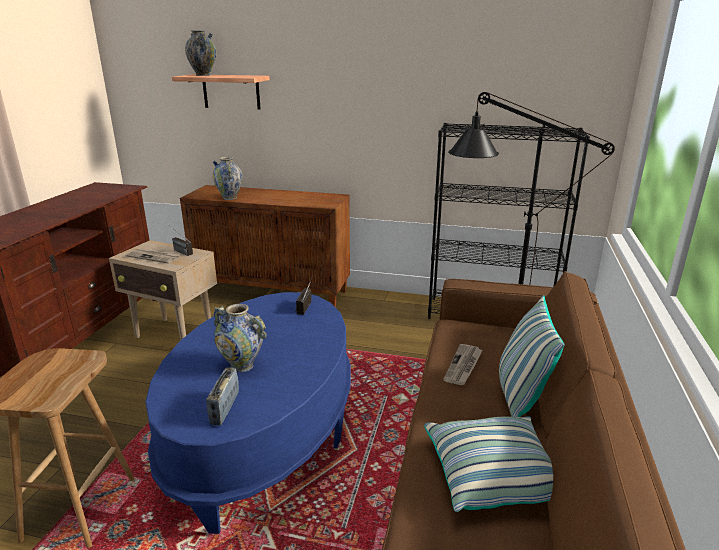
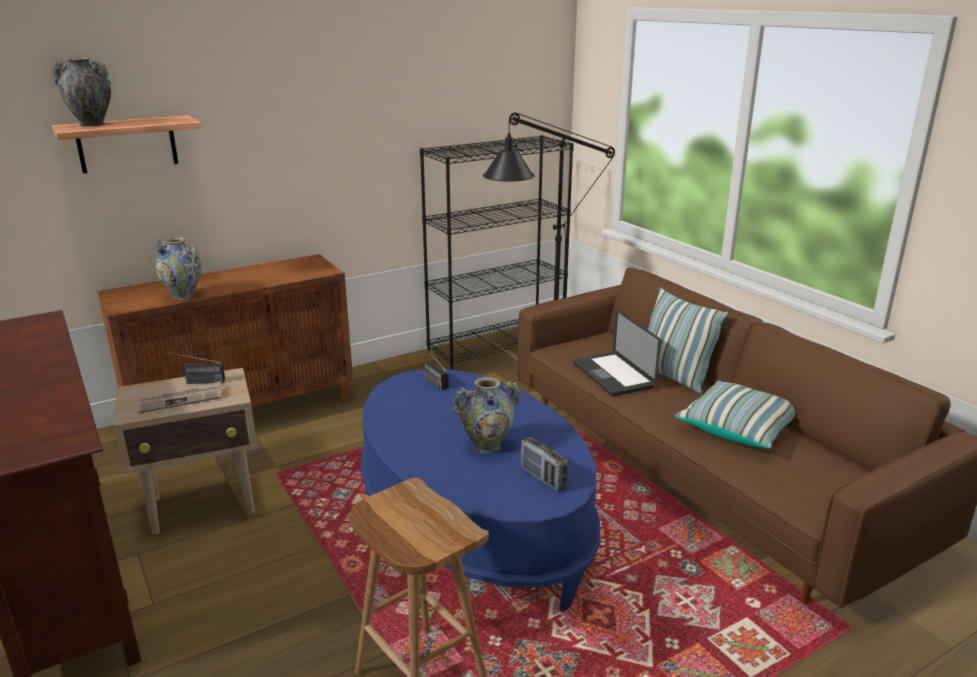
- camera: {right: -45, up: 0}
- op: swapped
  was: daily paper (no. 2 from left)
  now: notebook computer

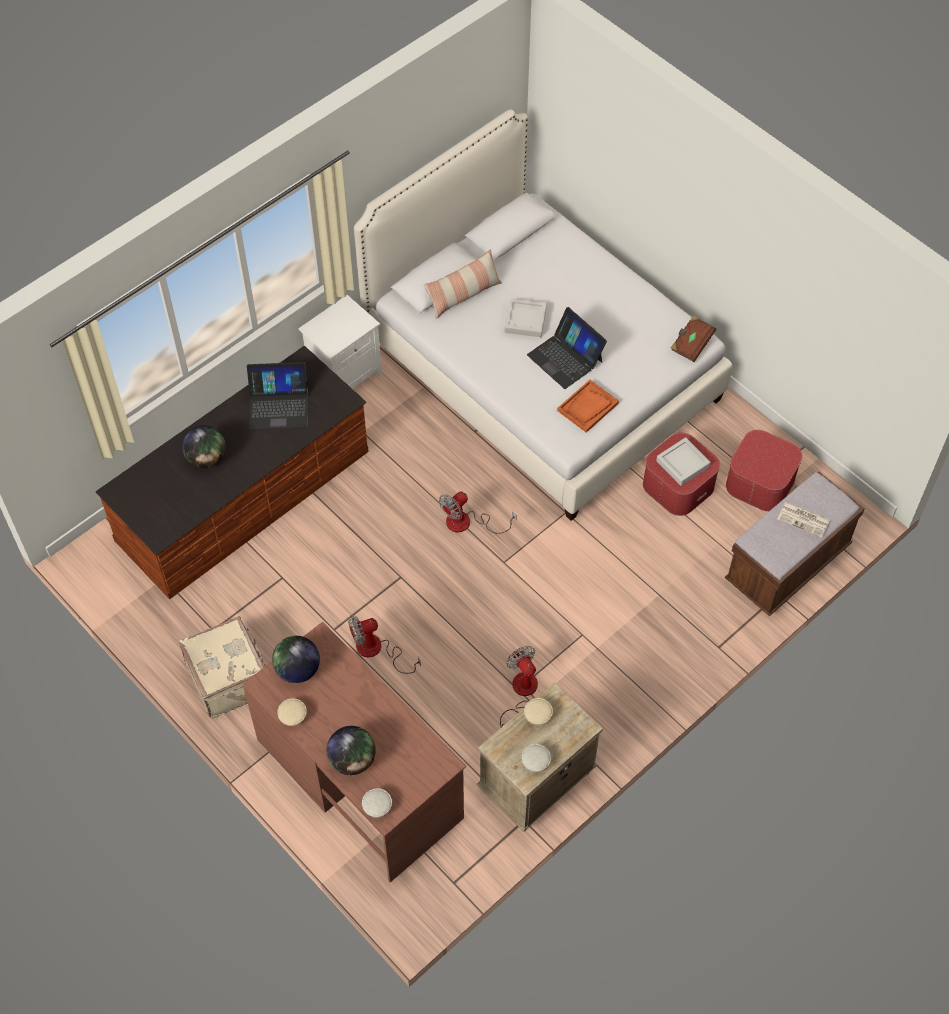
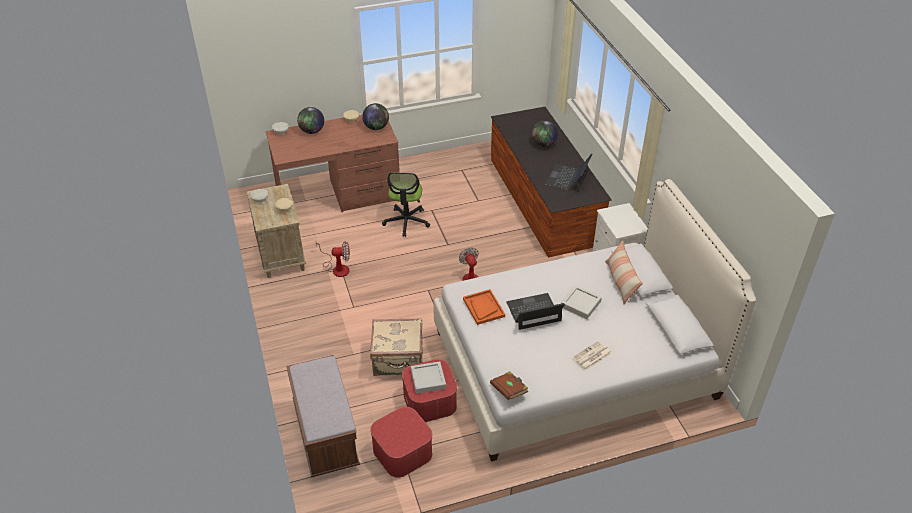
- camera: {right: 115, up: -15}
- op: shifted
  was: daily paper
- op: swapped
  was: electric fan (no. 1 from left)
  now: office chair
- op: shifted
  was: sand-coloured travel case

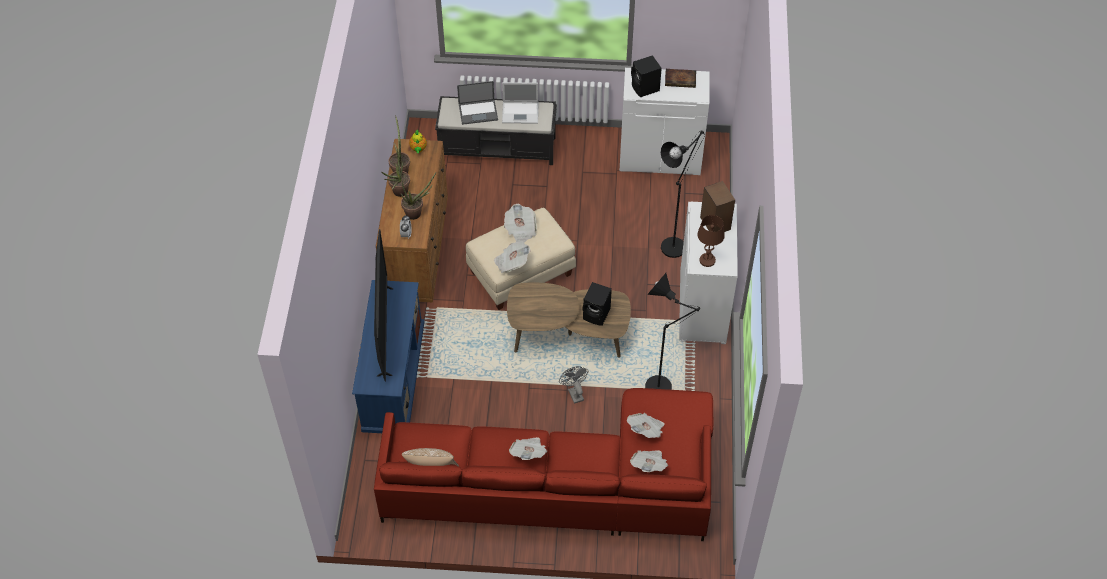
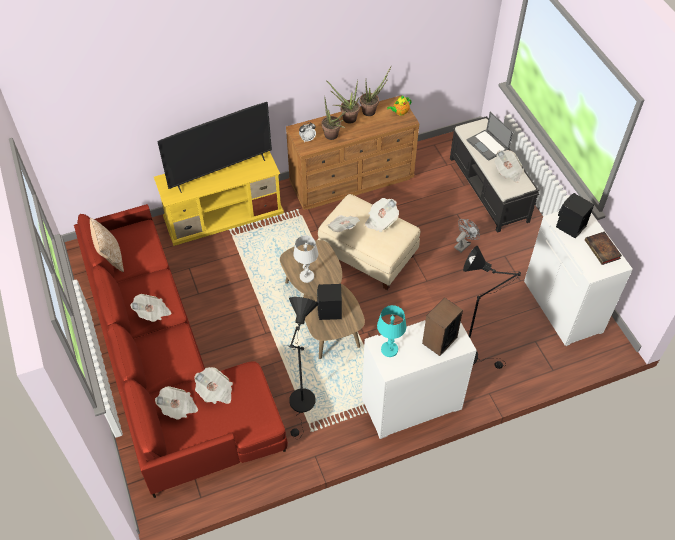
- camera: {right: 65, up: 0}
- op: swapped
  was: notebook computer (no. 2 from left)
  now: daily paper (no. 6 from left)
- op: repainted
  was: brown table lamp
  now: turquoise table lamp
- op: repainted
  was: blue tv stand
  now: yellowish tv stand
- op: shifted
  was: gray electric fan
- op: new
  now: white-coloured table lamp

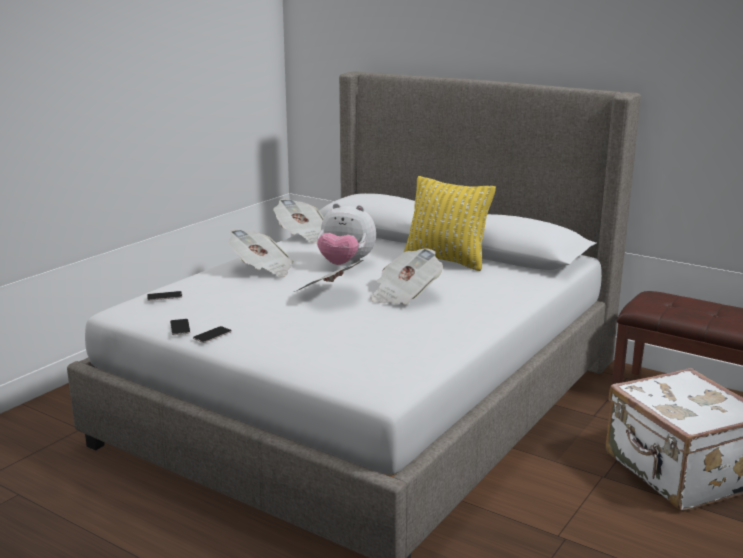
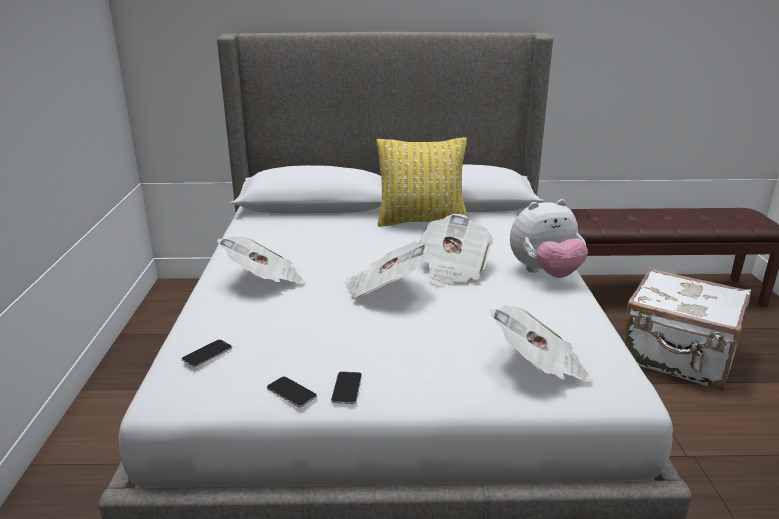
- camera: {right: -35, up: 5}
- op: shifted
  was: daily paper (no. 2 from left in the first image)
  now: daily paper (no. 4 from left)
- op: shifted
  was: plush toy

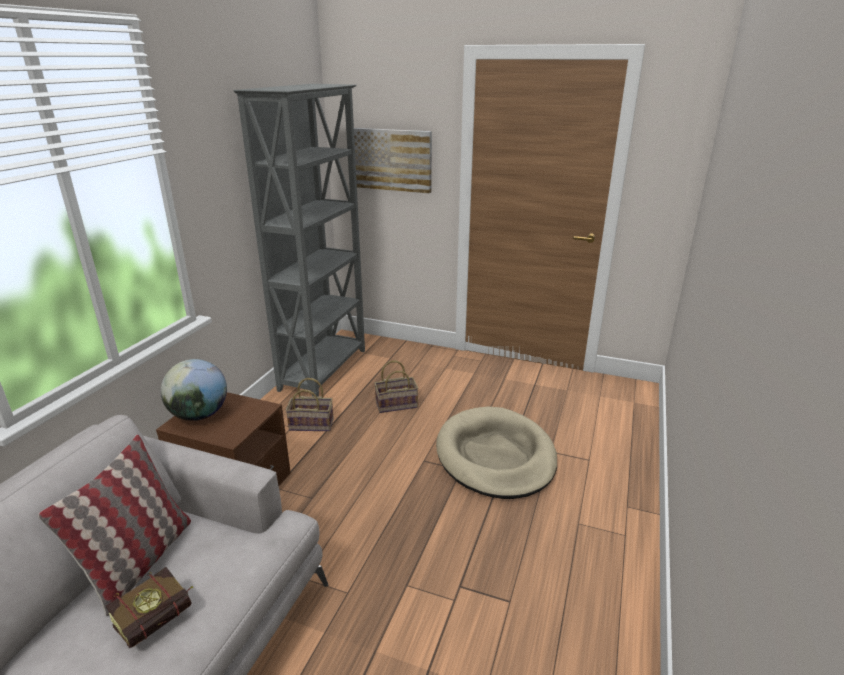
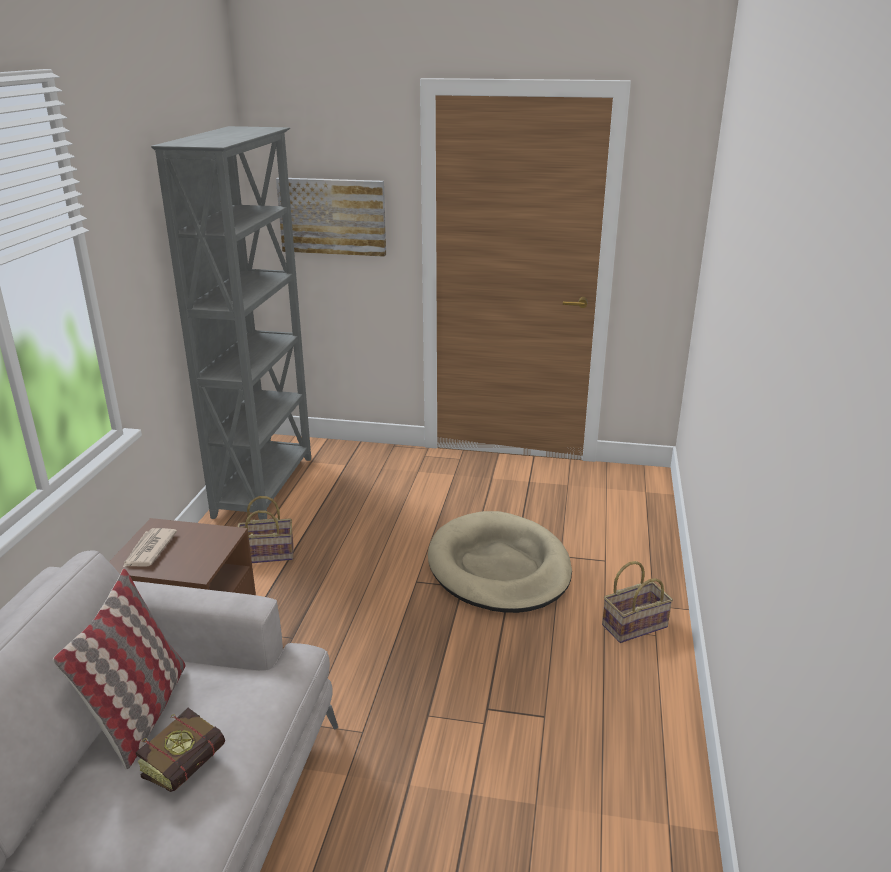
- camera: {right: -10, up: 0}
- op: swapped
  was: globe
  now: daily paper
- op: shifted
  was: basket (no. 2 from left)

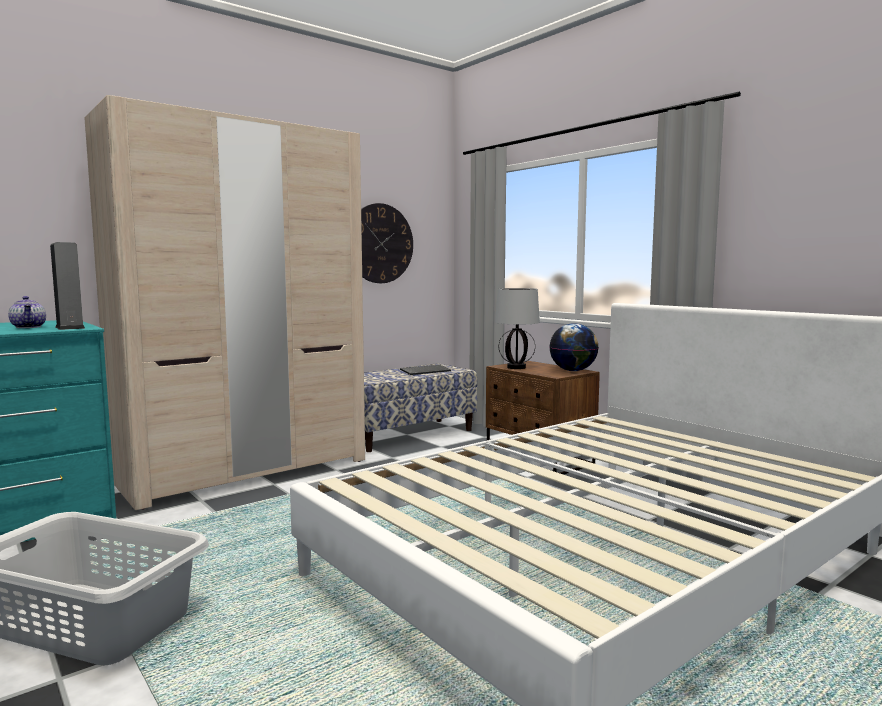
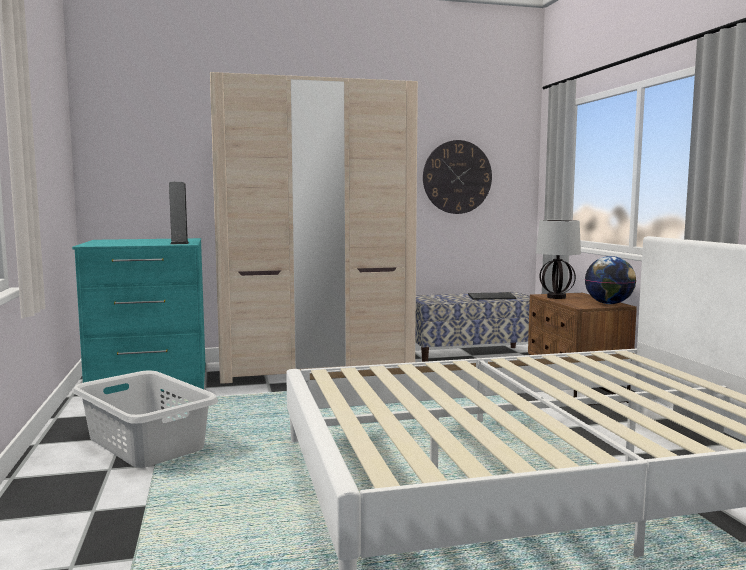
- camera: {right: 25, up: 0}
- op: gone
  was: teapot

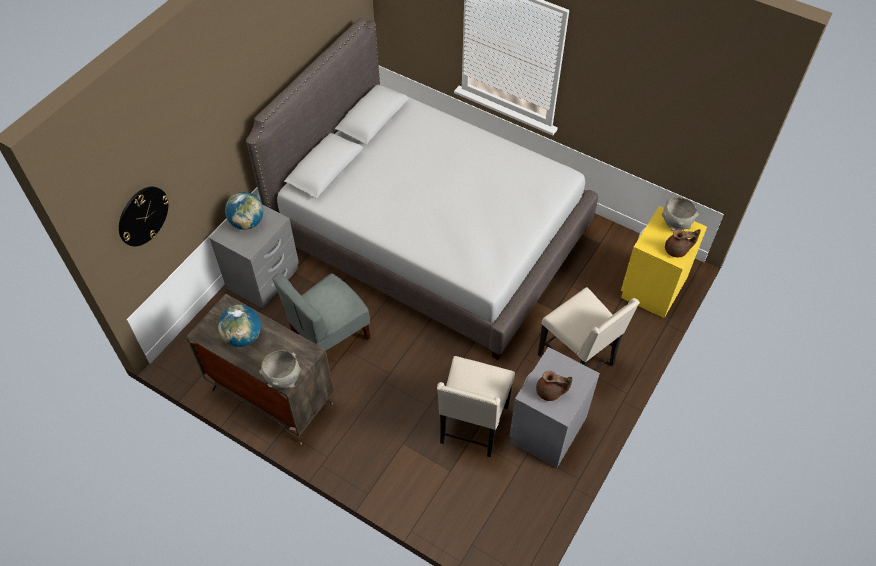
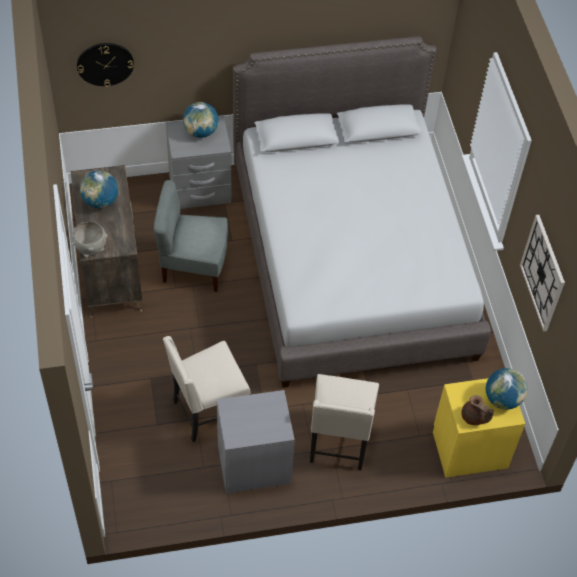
- camera: {right: 45, up: 0}
- op: swapped
  was: gray serving bowl (no. 2 from left)
  now: globe (no. 3 from left)
- op: gone
  was: brown teapot (no. 1 from left)
- op: new
  now: wall clock (no. 2 from left)

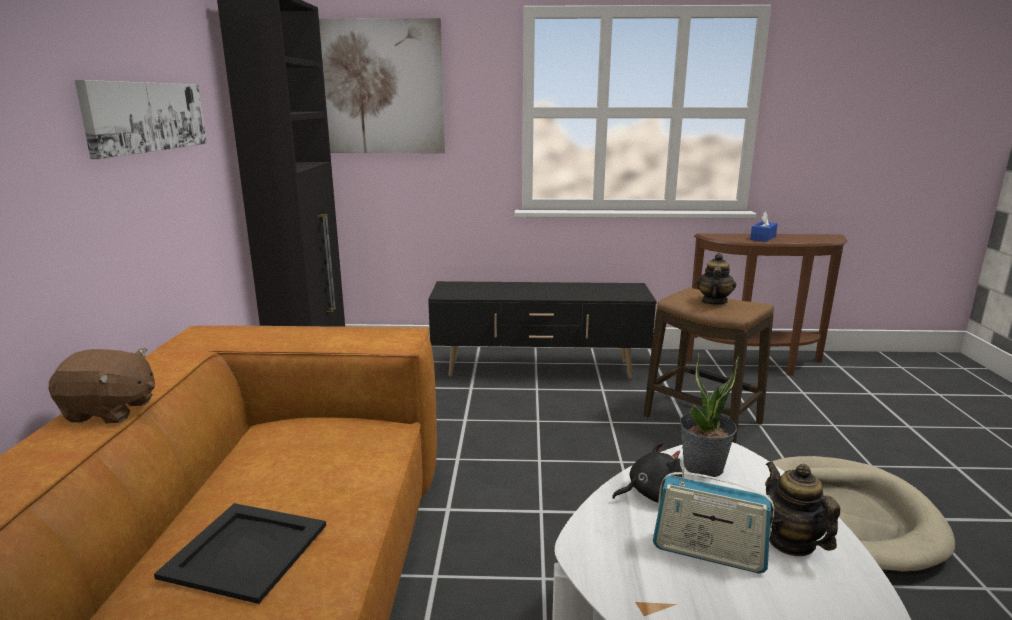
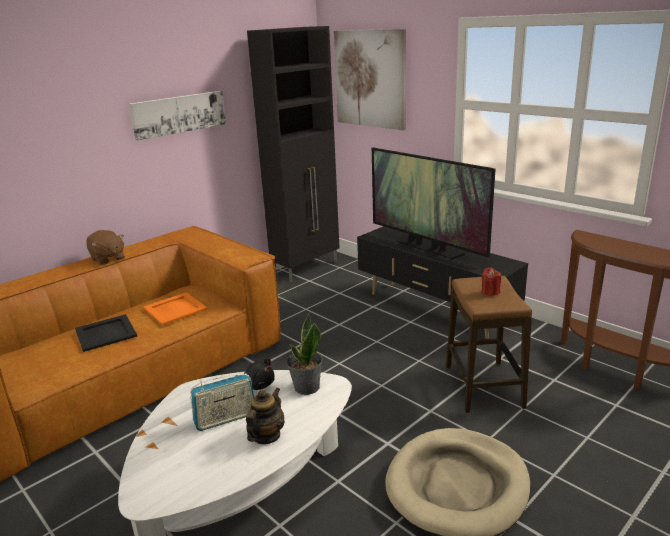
- camera: {right: 45, up: 5}
- op: gone
  was: blue box of tissues
- op: swapped
  was: teapot (no. 1 from left)
  now: red candle
- op: rotated
  was: radio
  clockwise: -90
- op: new
  now: TV set
- op: new
  now: orangey carrying tray

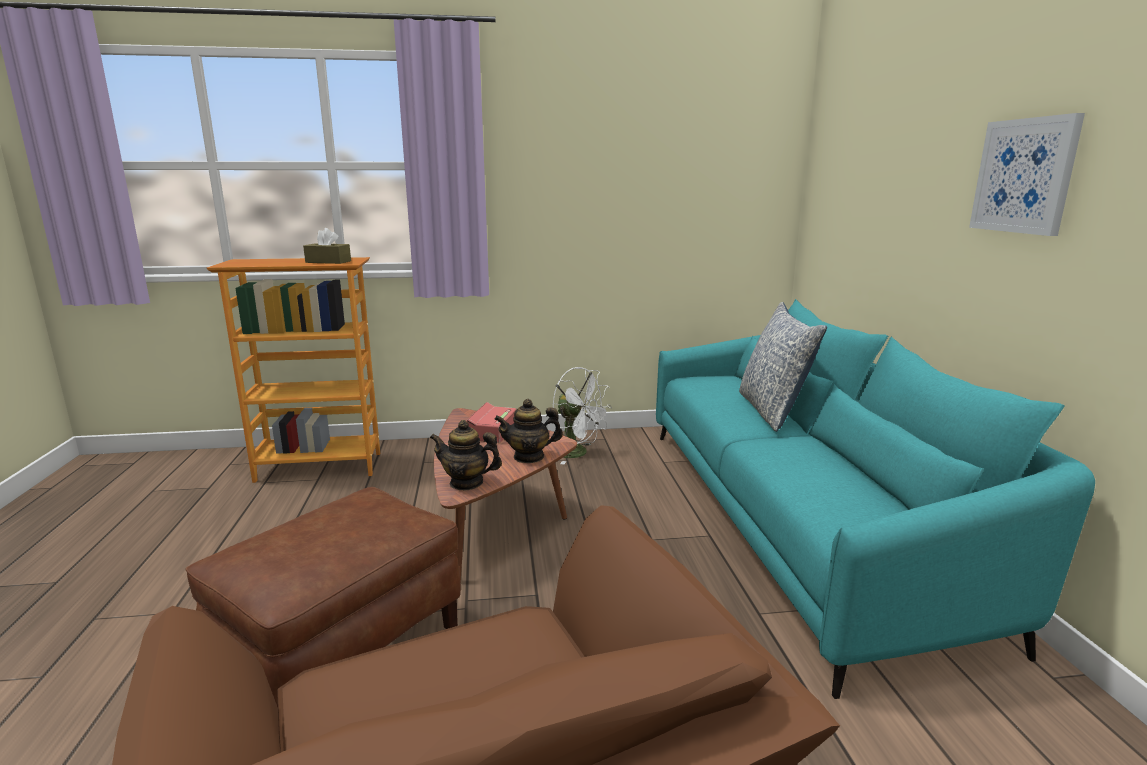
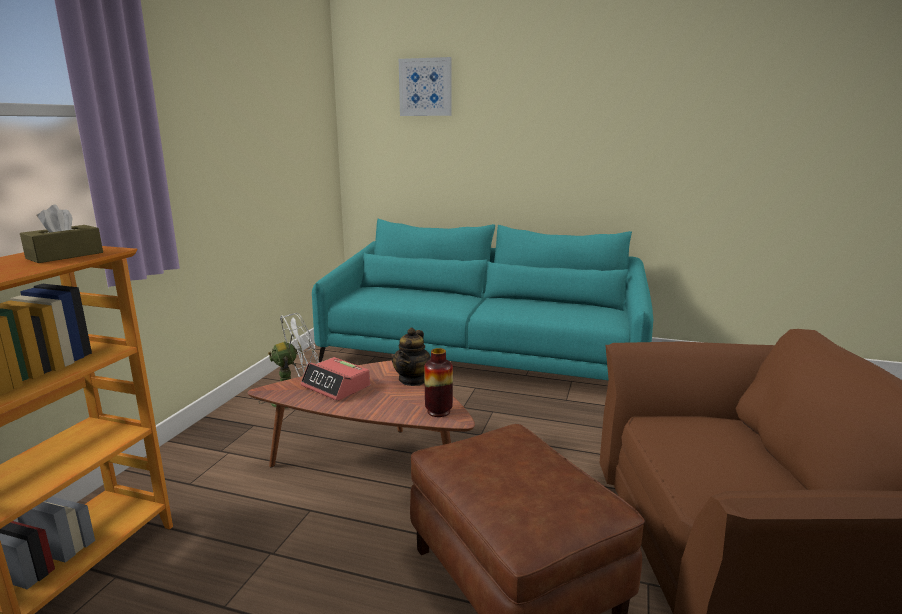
- camera: {right: -65, up: 0}
- op: shifted
  was: wall picture
- op: gone
  was: pillow
- op: swapped
  was: teapot (no. 1 from left)
  now: vase

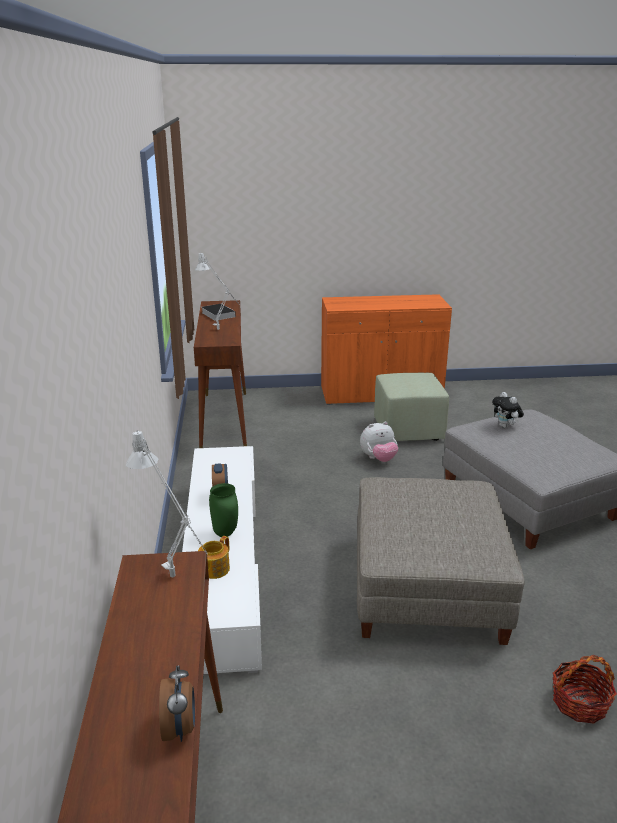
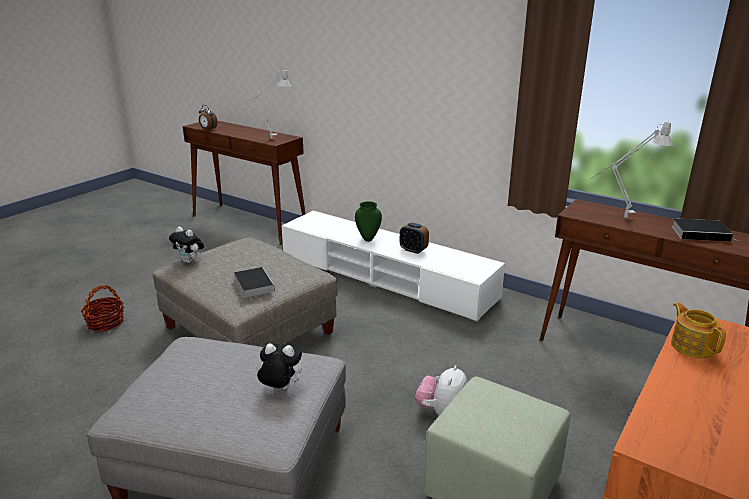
- camera: {right: 130, up: 0}
- op: shifted
  was: teapot
- op: new
  now: plush toy (no. 1 from left)
- op: new
  now: volume (no. 1 from left)

